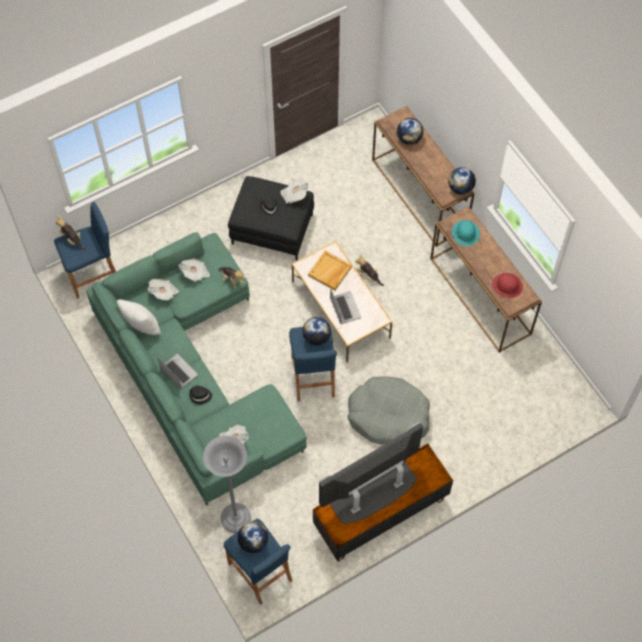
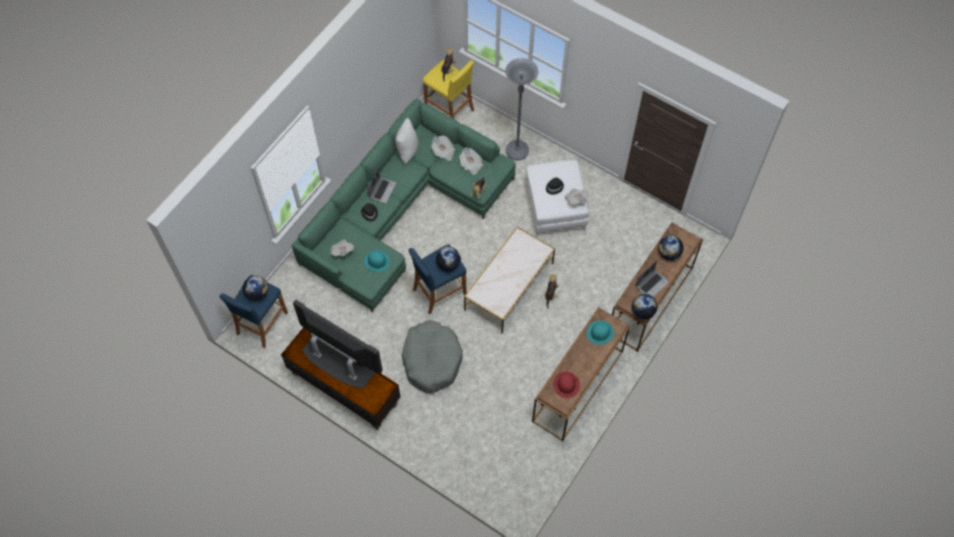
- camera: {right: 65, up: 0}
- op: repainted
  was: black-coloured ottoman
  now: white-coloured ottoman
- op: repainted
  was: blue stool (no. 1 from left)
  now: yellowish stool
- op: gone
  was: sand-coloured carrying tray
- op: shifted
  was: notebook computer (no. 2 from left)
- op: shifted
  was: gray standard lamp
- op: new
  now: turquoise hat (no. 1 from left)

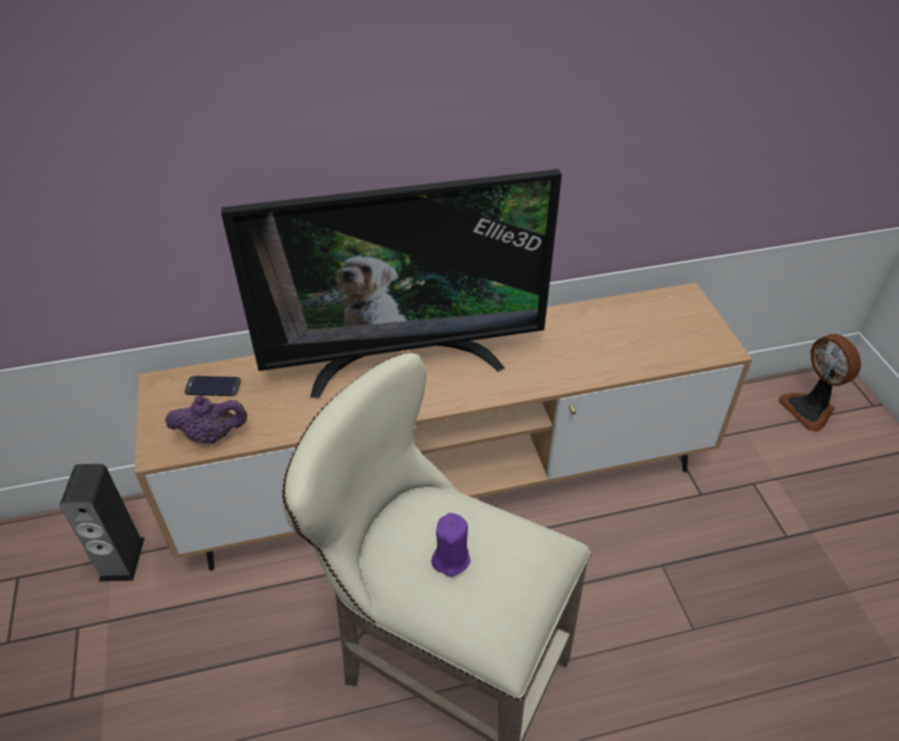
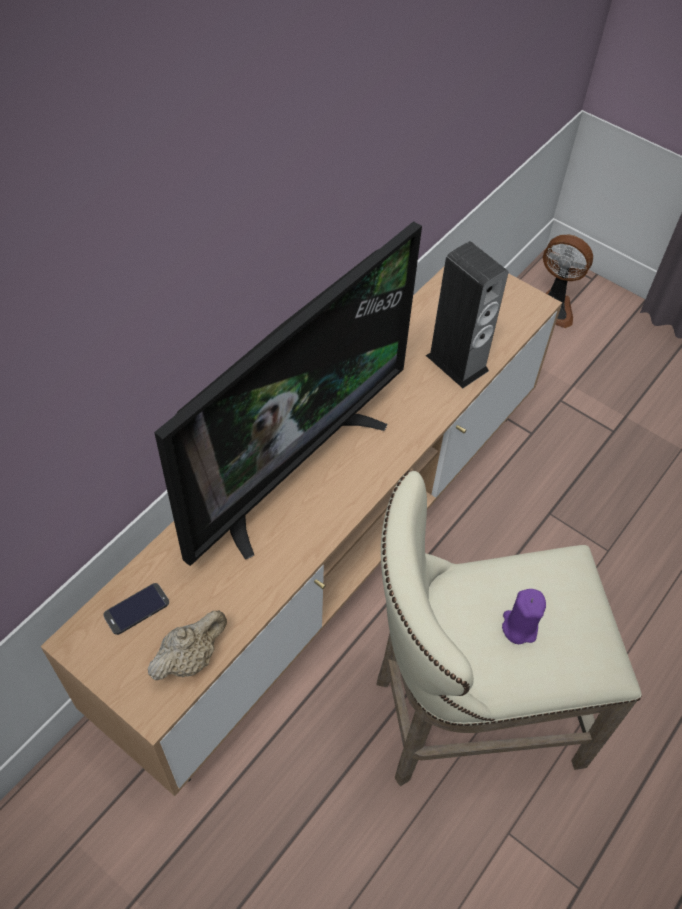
- camera: {right: -40, up: 10}
- op: repainted
  was: purple-coloured teapot
  now: sand-coloured teapot
- op: shifted
  was: loudspeaker

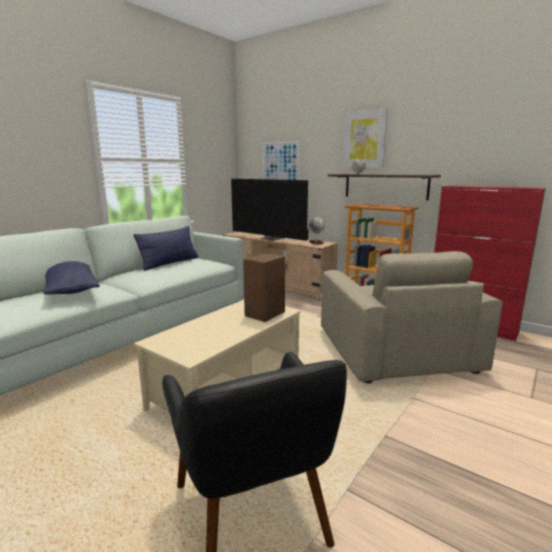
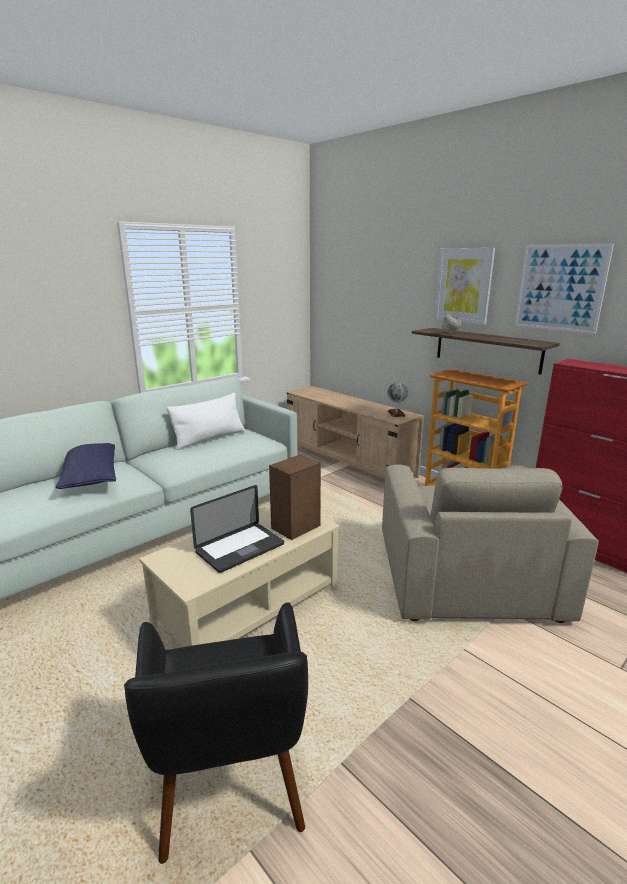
- camera: {right: 10, up: 5}
- op: shifted
  was: wall picture (no. 1 from left in the first image)
  now: wall picture (no. 2 from left)
- op: gone
  was: TV set
- op: repainted
  was: blue pillow (no. 2 from left)
  now: white-coloured pillow
- op: new
  now: notebook computer

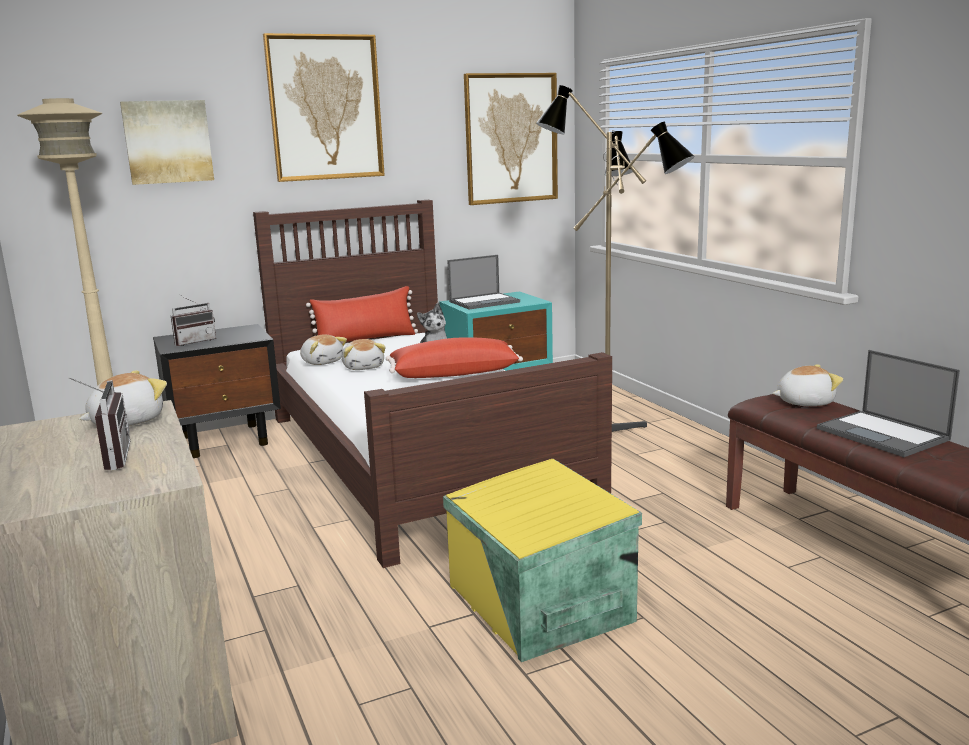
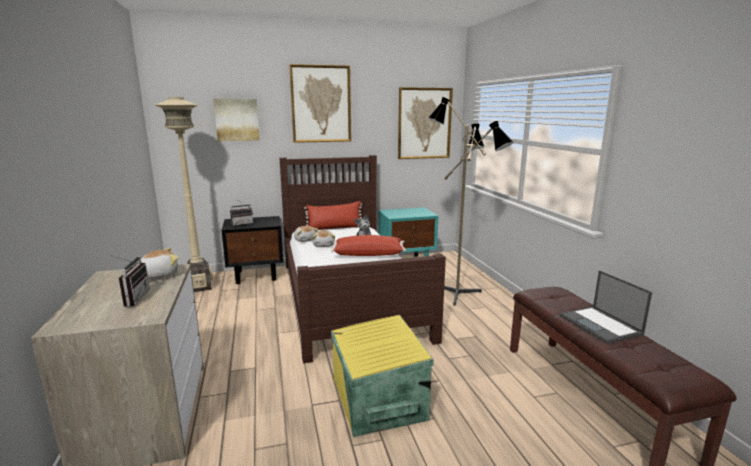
- camera: {right: 10, up: 0}
- op: gone
  was: notebook computer (no. 1 from left)
- op: gone
  was: plush toy (no. 5 from left)

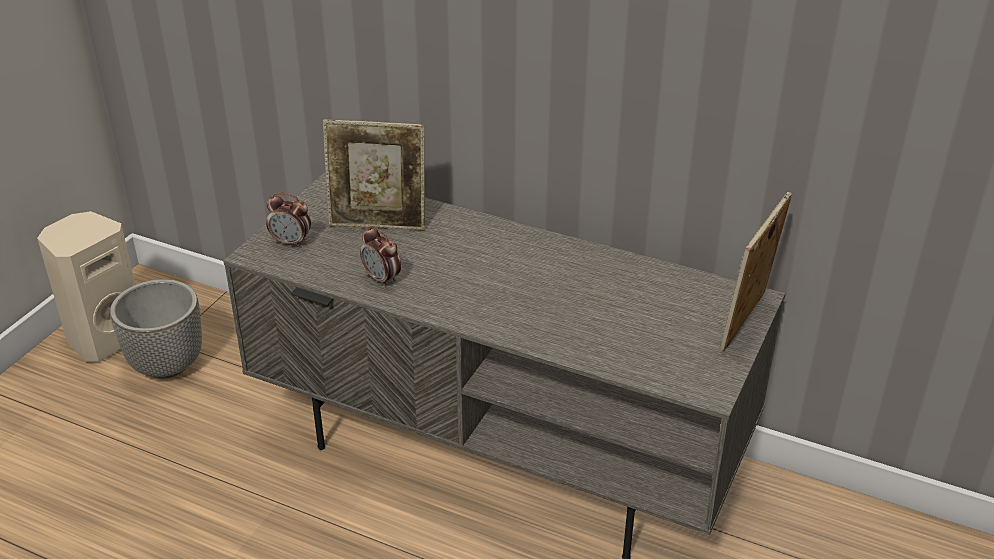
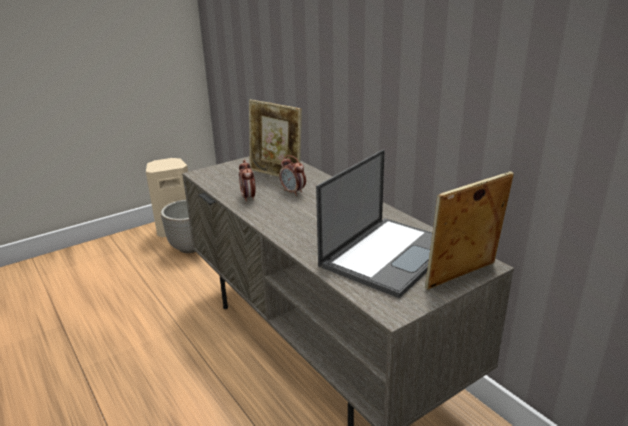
- camera: {right: 30, up: -10}
- op: shifted
  was: table clock (no. 1 from left in the first image)
  now: table clock (no. 2 from left)
- op: new
  now: notebook computer

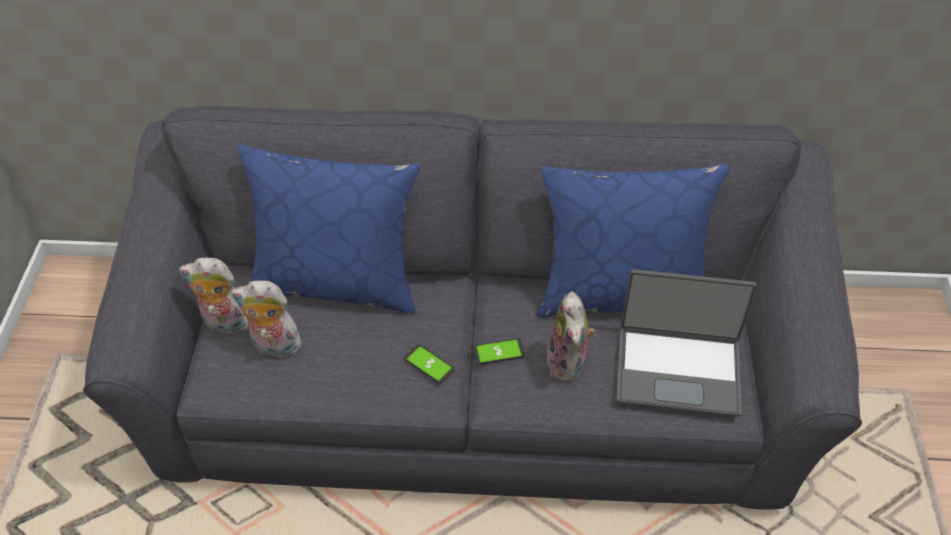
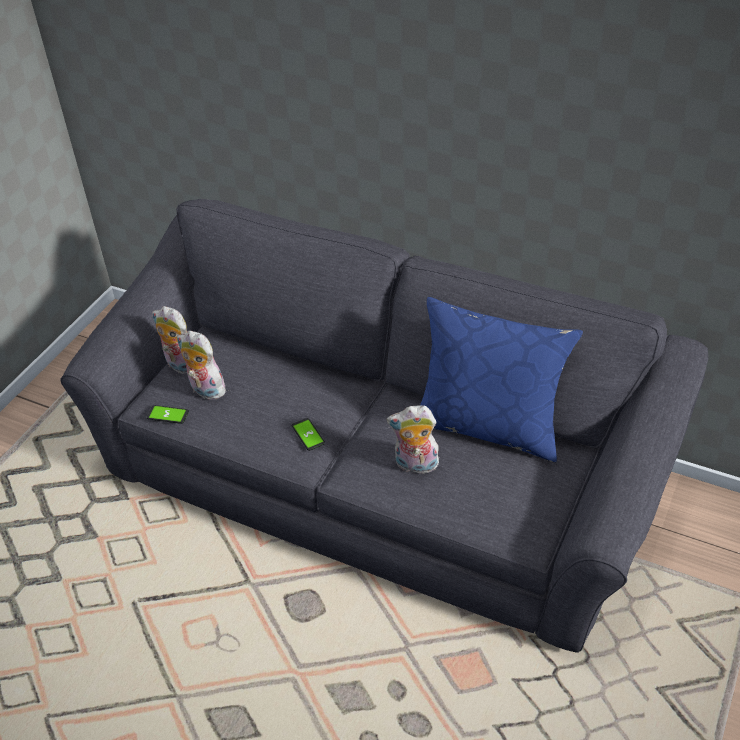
- camera: {right: 25, up: -5}
- op: gone
  was: blue pillow (no. 1 from left)
- op: gone
  was: notebook computer
- op: rotated
  was: plush toy (no. 3 from left)
  clockwise: 75
- op: shifted
  was: phone (no. 2 from left in the first image)
  now: phone (no. 1 from left)

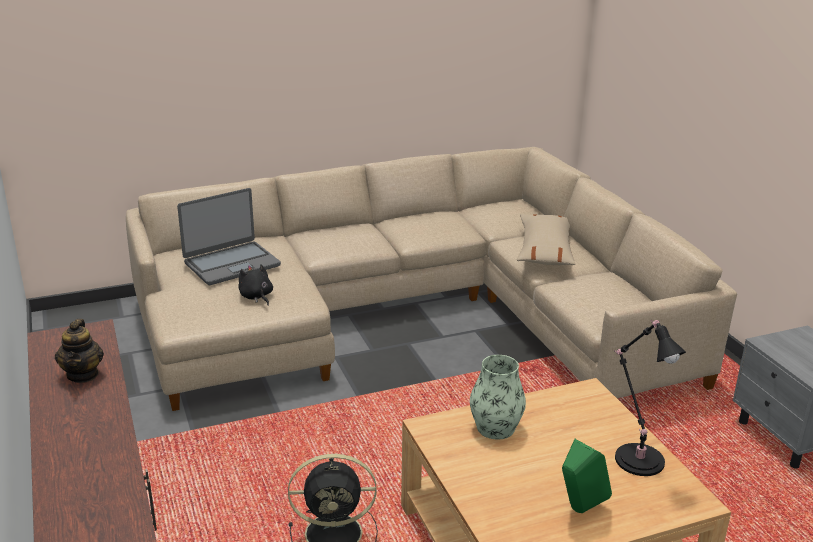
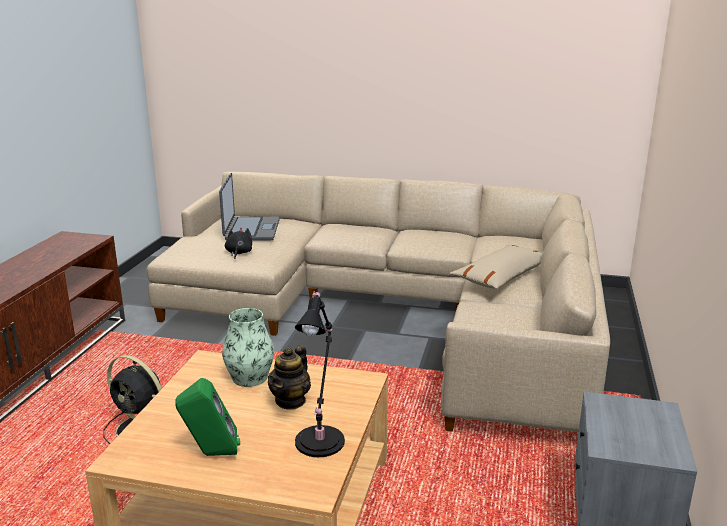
- camera: {right: 35, up: -5}
- op: rotated
  was: notebook computer
  clockwise: -90
- op: shifted
  was: teapot

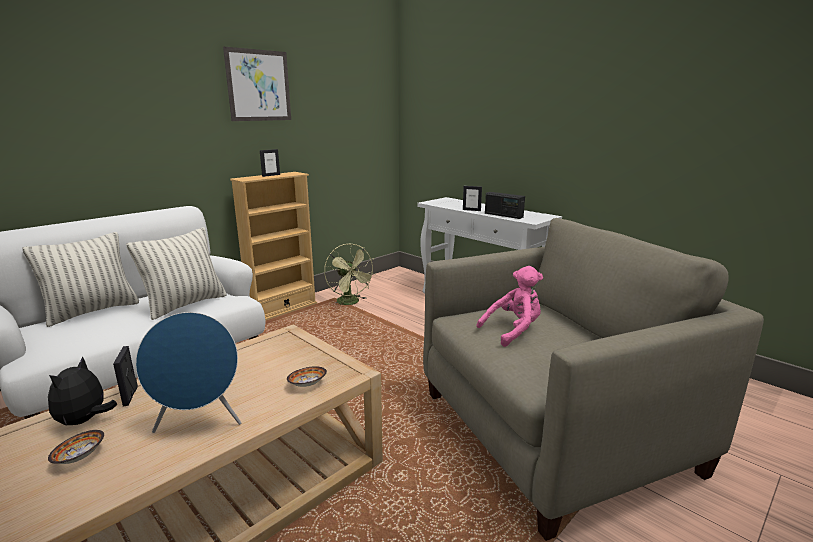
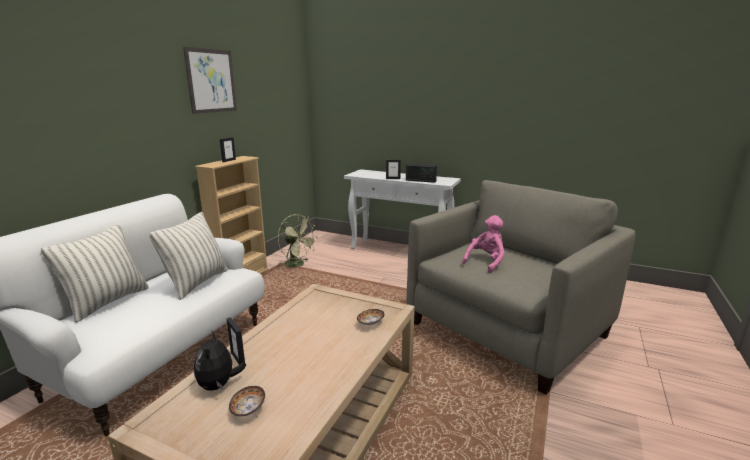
- camera: {right: -20, up: 0}
- op: gone
  was: blue loudspeaker

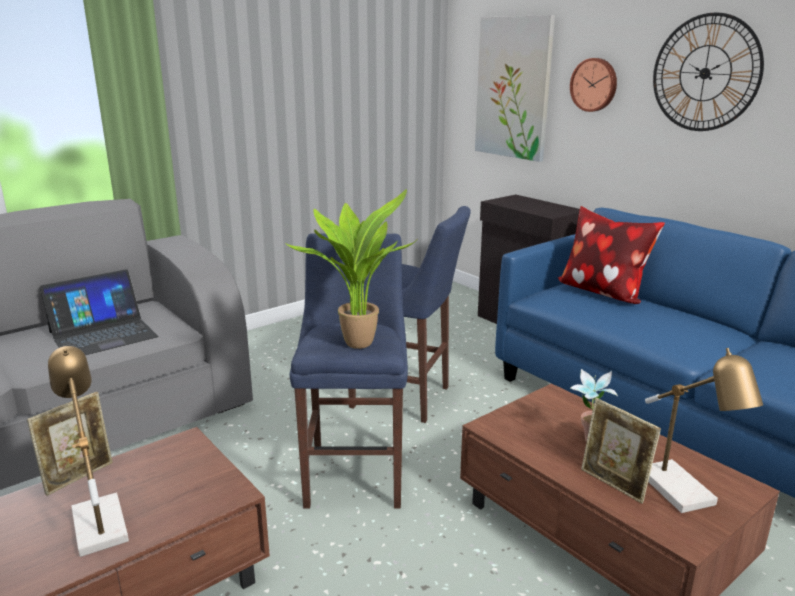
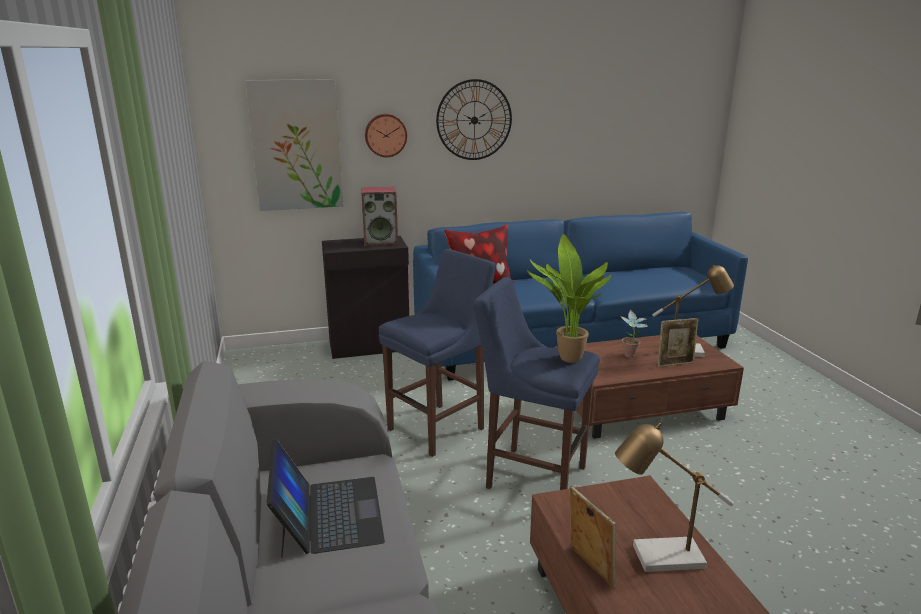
- camera: {right: -65, up: 0}
- op: new
  now: loudspeaker

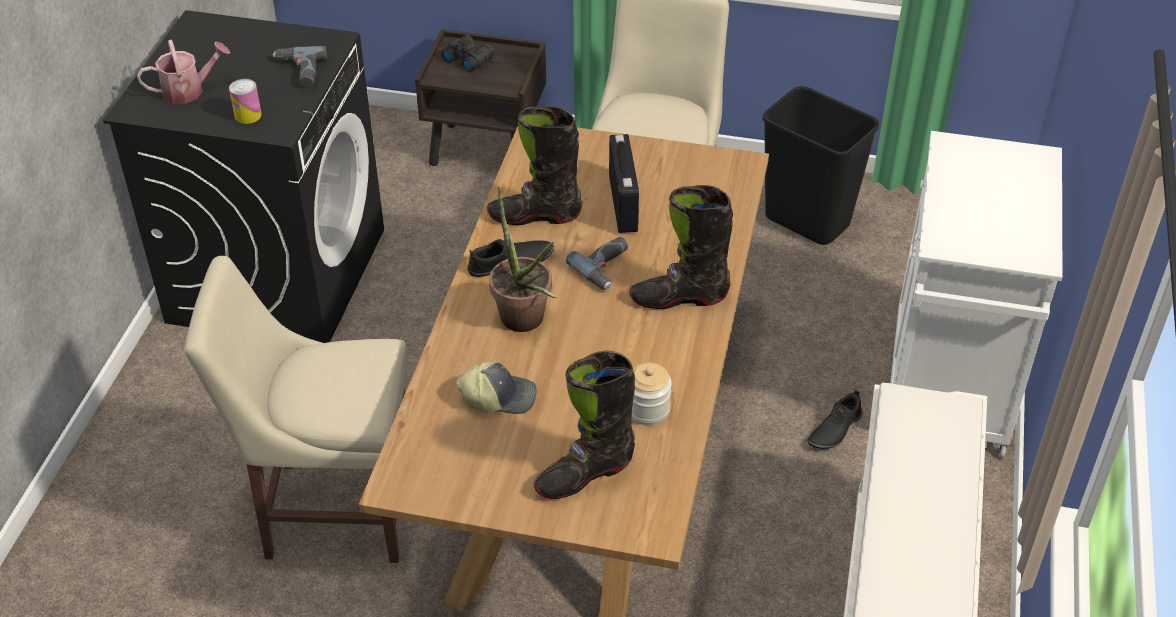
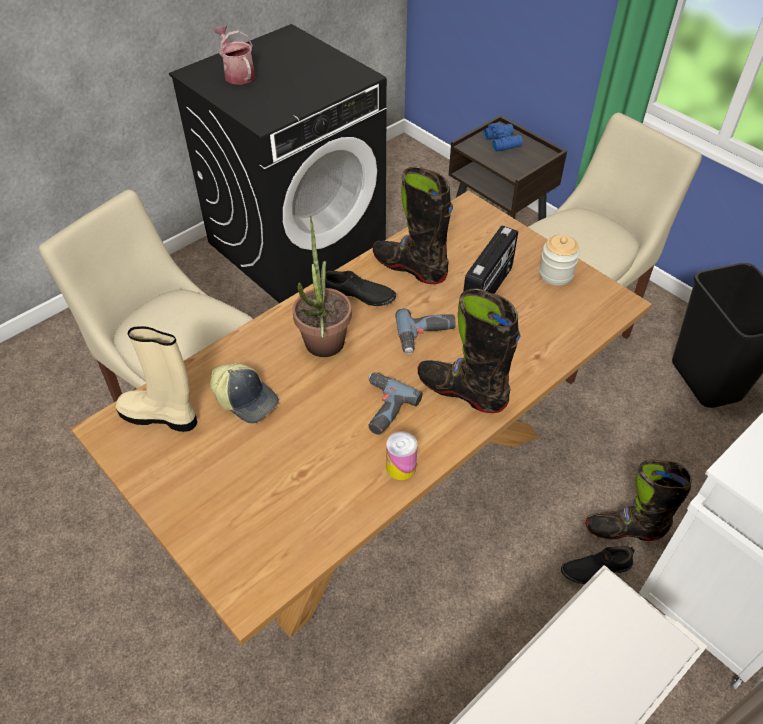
- camera: {right: 35, up: 5}
- op: repainted
  was: black-coloured field glasses
  now: blue field glasses
- op: rotated
  was: sprinkling can
  clockwise: -135
- op: shifted
  was: electric drill (no. 1 from left)
- op: shifted
  was: metal can
- op: shifted
  was: black-coloured high-top boot (no. 2 from left in the first image)
  now: black-coloured high-top boot (no. 3 from left)
- op: shifted
  was: preserve jar
- op: new
  now: sand-coloured high-top boot

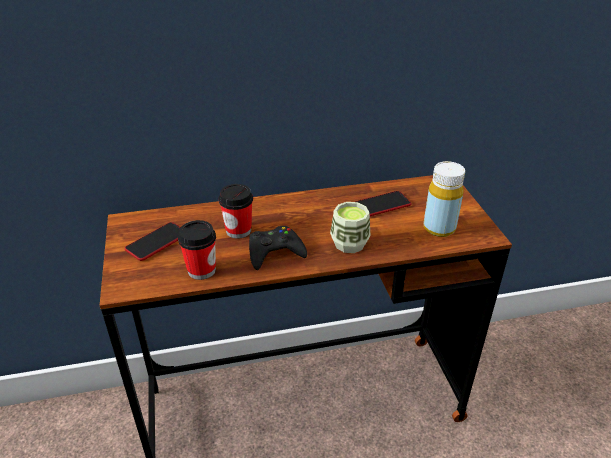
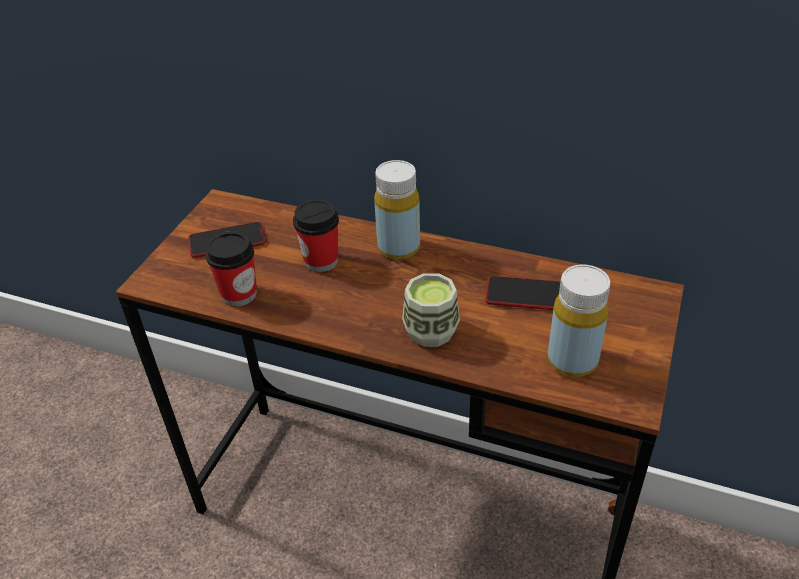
- camera: {right: 35, up: 5}
- op: gone
  was: black-coloured game controller
- op: new
  now: yellowish beverage bottle (no. 1 from left)

